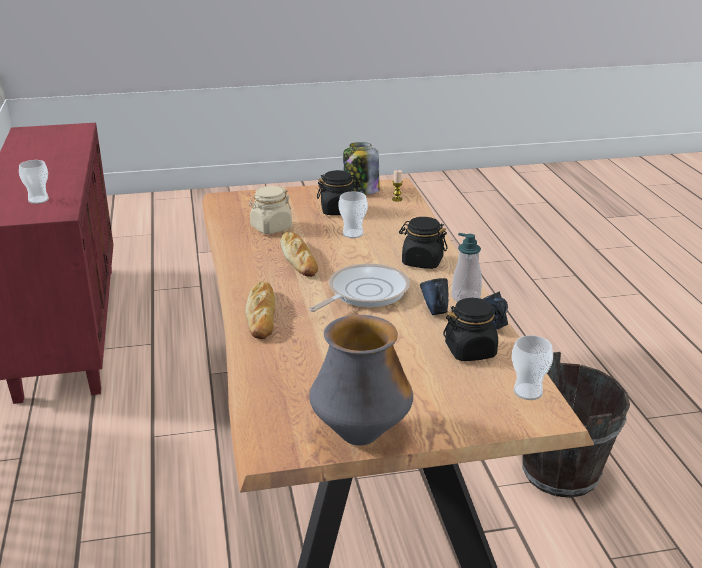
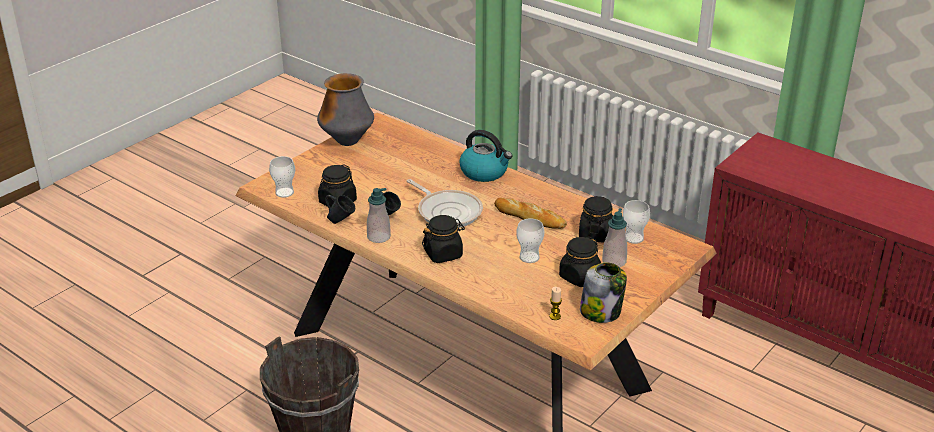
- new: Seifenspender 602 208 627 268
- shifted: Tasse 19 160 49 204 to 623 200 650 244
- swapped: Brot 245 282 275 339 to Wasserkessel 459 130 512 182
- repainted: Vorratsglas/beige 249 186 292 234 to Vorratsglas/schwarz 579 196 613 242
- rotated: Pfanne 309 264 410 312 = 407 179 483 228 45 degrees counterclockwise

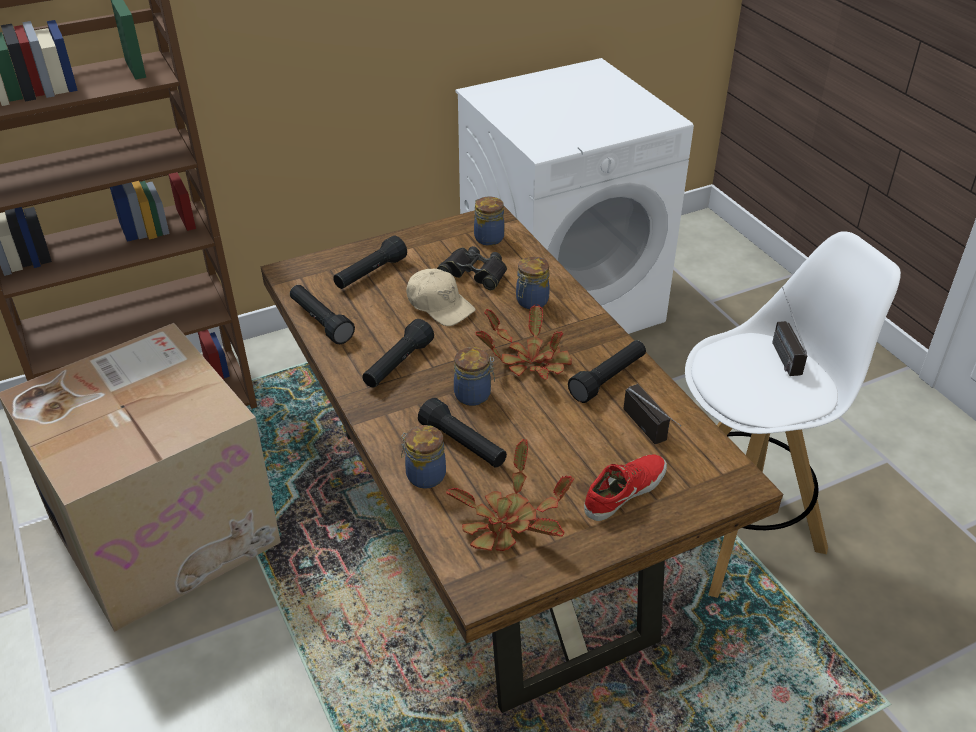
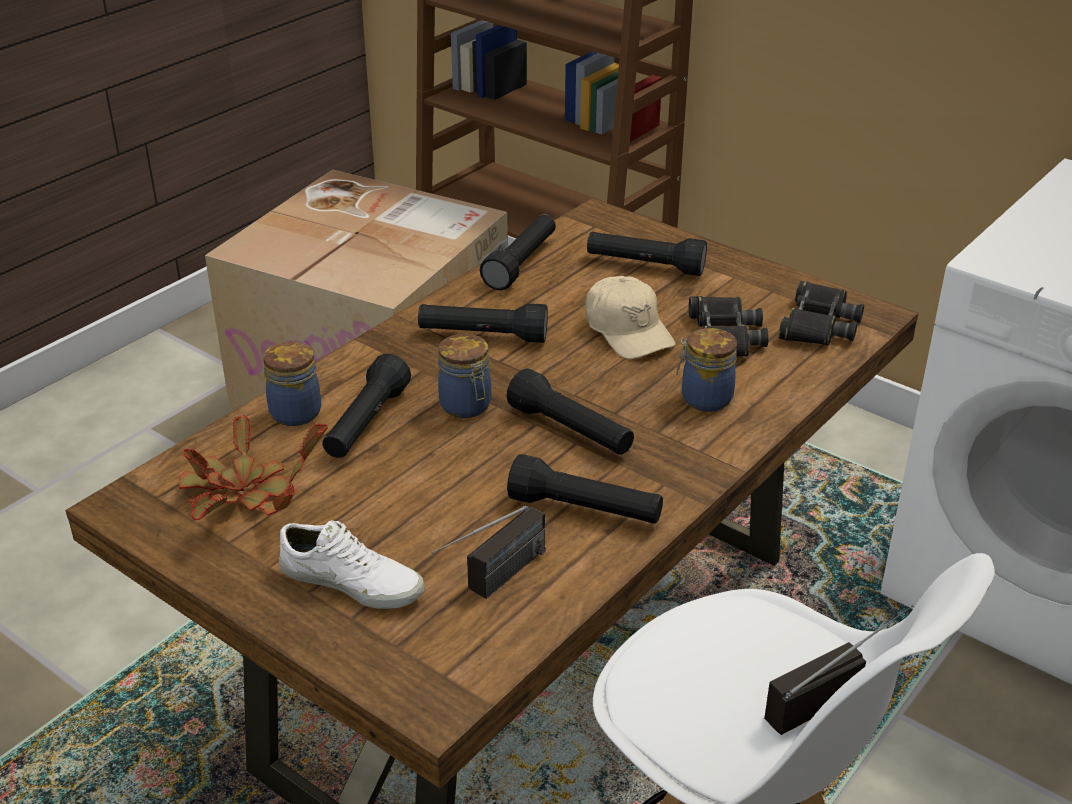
- swapped: Vorratsglas 474 197 504 246 to Fernglas/schwarz 778 281 864 345
- swapped: Topfpflanze 475 304 572 380 to Taschenlampe/schwarz 507 368 634 455
- repainted: Schuh/rot 584 454 667 521 to Schuh/weiß 279 520 425 609
- rotated: Kappe/beige 406 268 476 326 = 586 276 676 359 45 degrees counterclockwise

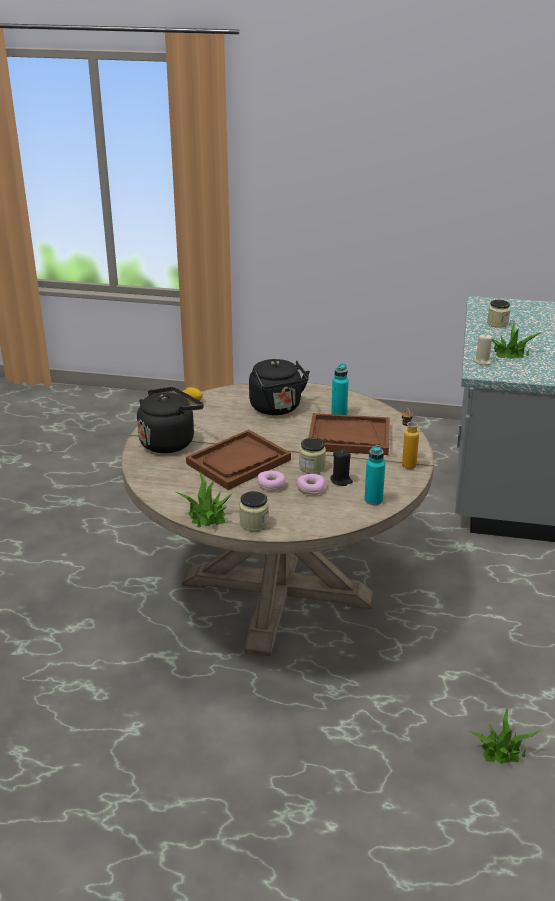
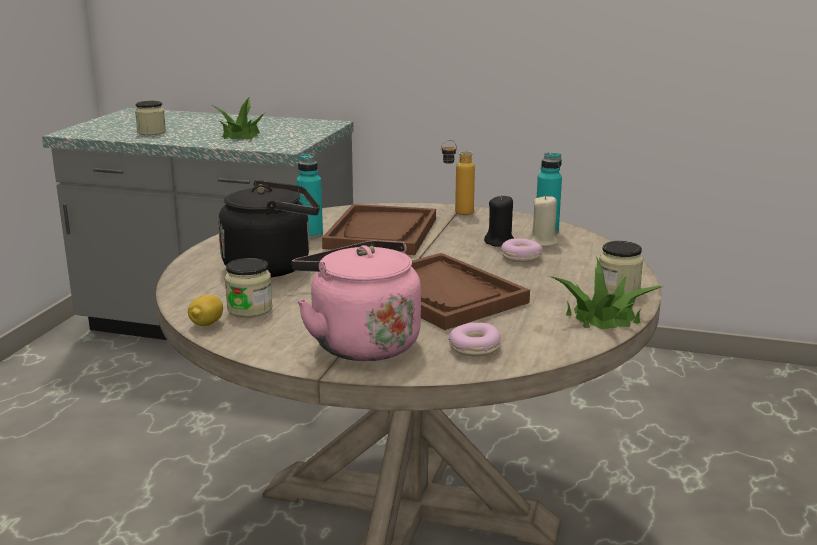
- gone: Topfpflanze 467 707 541 764
- shifted: Donut 257 470 286 491 to 448 323 501 356
- shifted: Vorratsglas 299 437 326 474 to 225 258 272 317
- shifted: Kerze/beige 474 334 492 365 to 529 195 559 246
- repainted: Wasserkessel/schwarz 137 387 204 453 to Wasserkessel/rosa 292 240 421 361

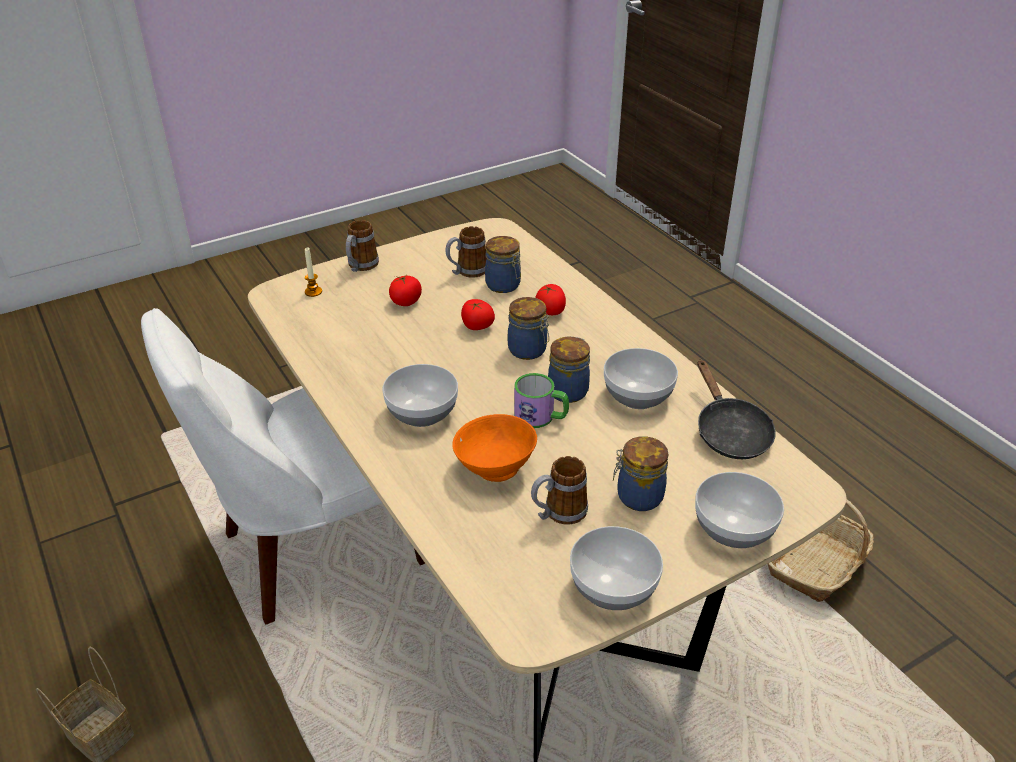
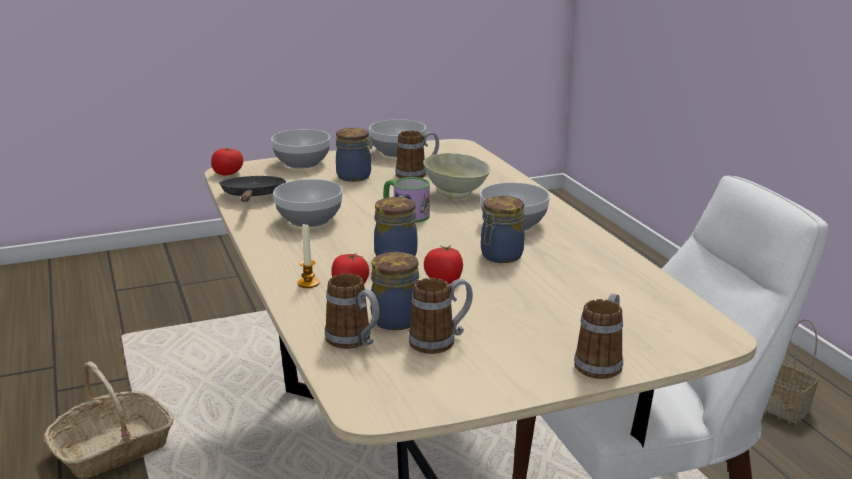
- new: Henkelbecher 325 274 379 349
- shifted: Kerze 305 247 322 297 to 298 223 320 288
- shifted: Tomate 389 275 422 306 to 211 148 243 175
- shifted: Vorratsglas 548 337 590 403 to 481 196 524 263
- repainted: Schüssel/orange 452 414 537 482 to Schüssel/beige 423 153 491 199

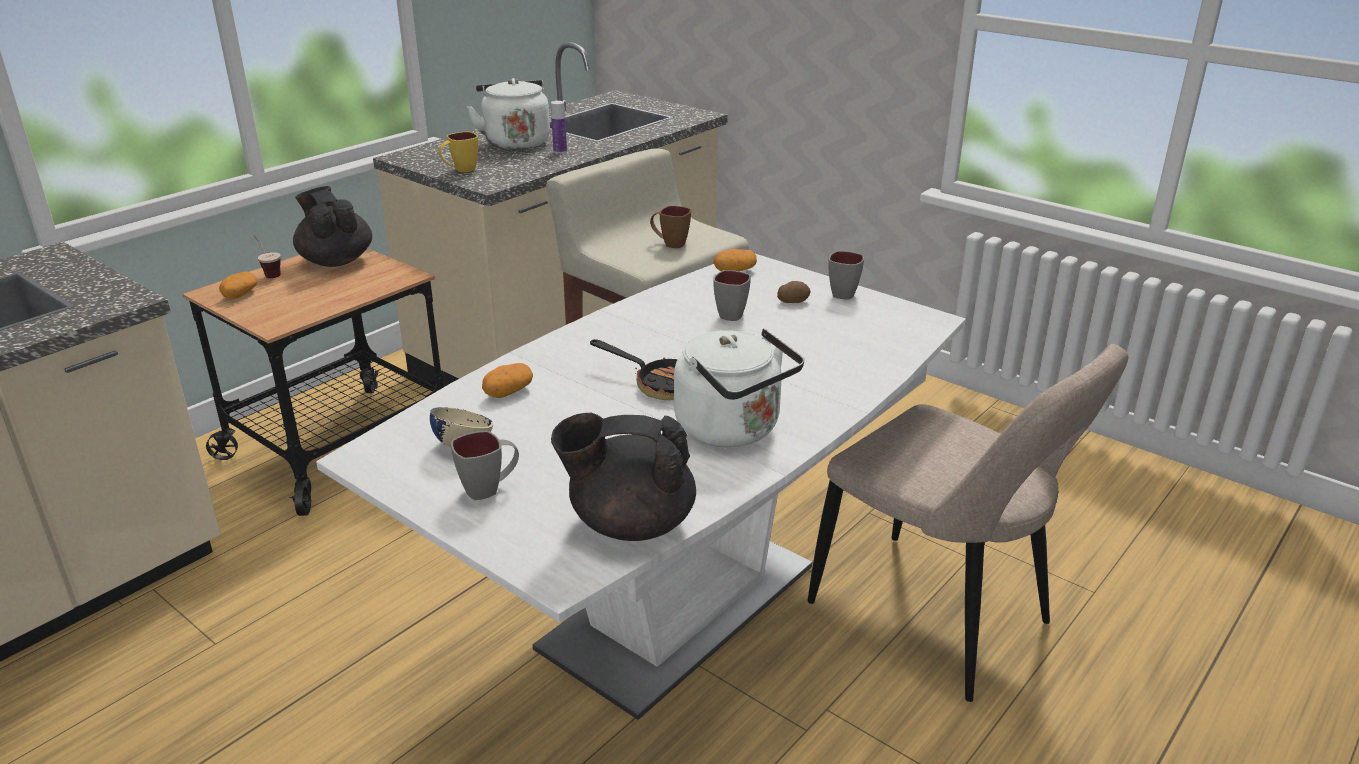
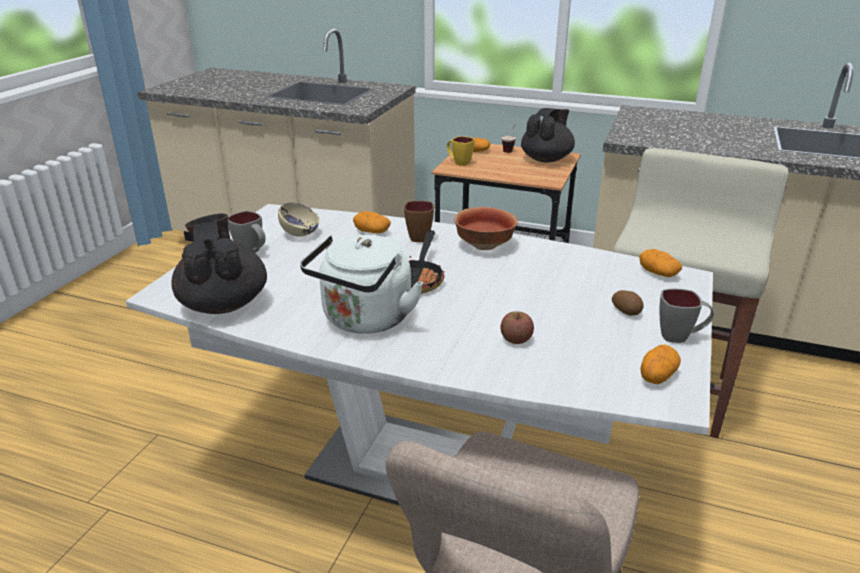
- gone: Wasserkessel/weiß 467 78 550 150
- gone: Flasche 551 101 567 154
- gone: Henkelbecher/grau 713 270 751 321
- new: Schüssel 454 207 518 250
- new: Apfel 500 311 534 344
- new: Kartoffel 640 345 681 384
- shifted: Henkelbecher/gelb 439 132 478 173 to 447 136 475 166
- shifted: Henkelbecher/braun 650 206 691 248 to 404 201 434 242

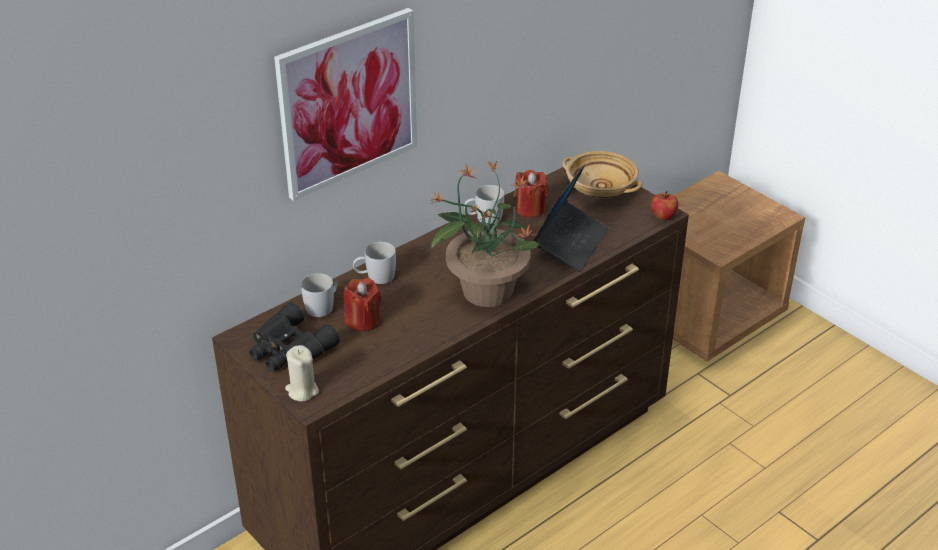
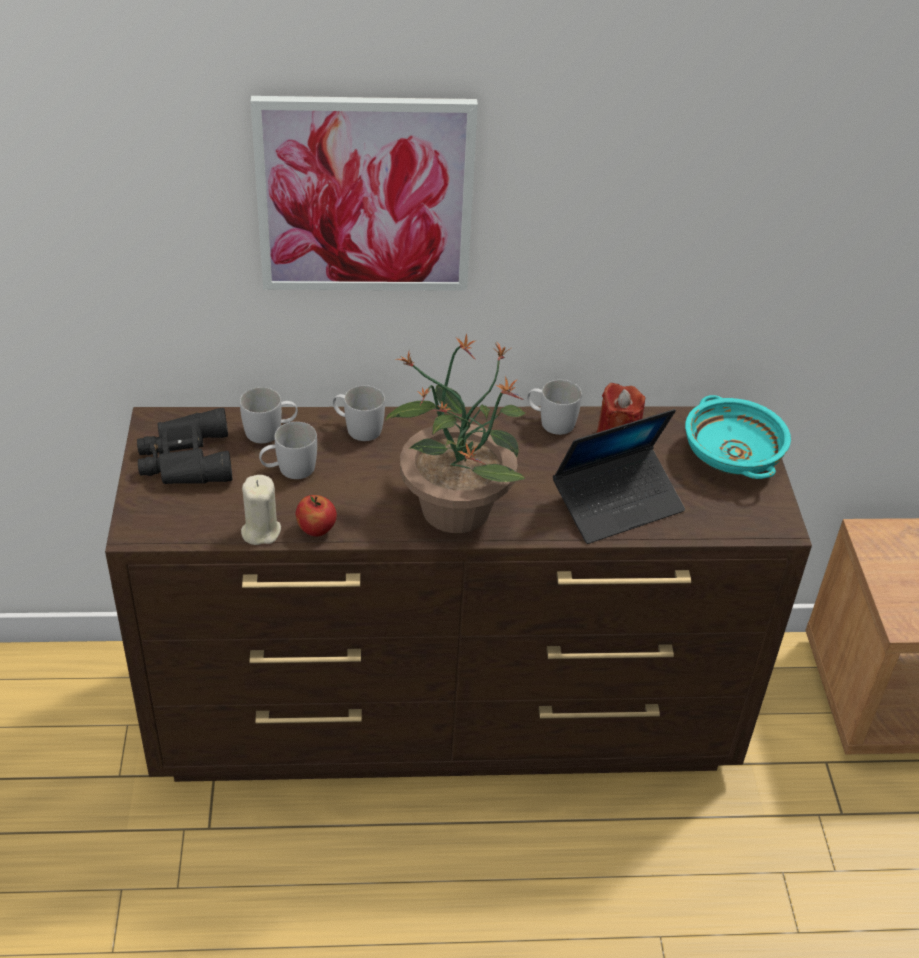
- shifted: Kerze/beige 285 345 319 401 to 241 475 281 545
- shifted: Apfel 651 191 678 220 to 296 495 337 537
- swapped: Kerze/rot 344 278 381 332 to Henkelbecher/weiß 259 422 317 479
- repainted: Schüssel/beige 562 151 642 199 to Schüssel/türkis 685 395 791 479

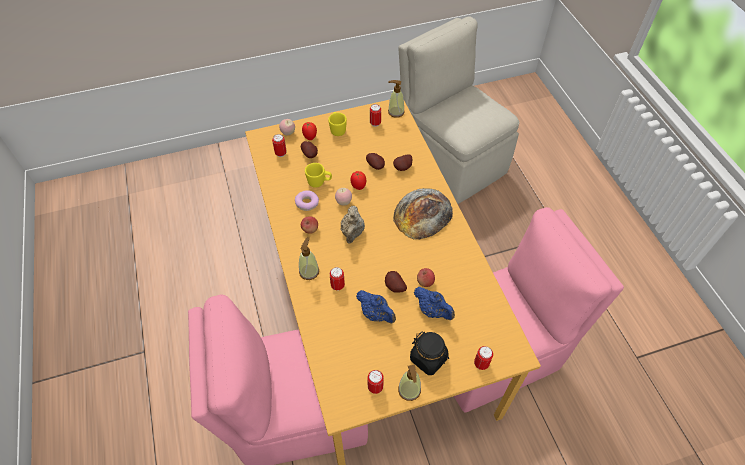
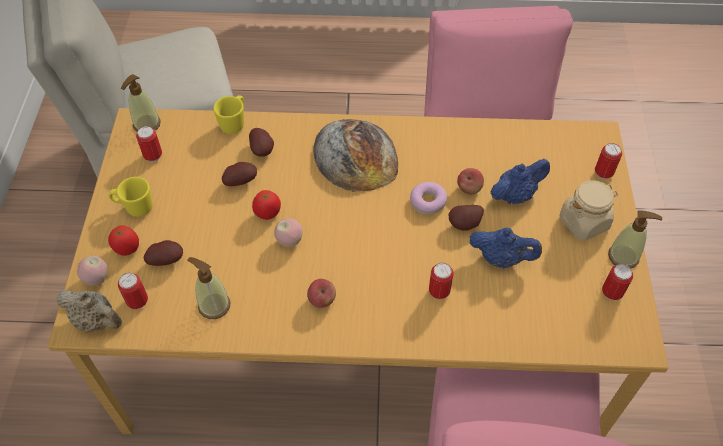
- shifted: Donut 295 190 319 211 to 410 182 447 215
- shifted: Seifenspender 299 237 319 280 to 187 257 231 319
- shifted: Henkelbecher/gelb 305 163 332 188 to 213 95 244 134
- shifted: Teekanne/beige 341 206 365 244 to 56 290 122 333
- repainted: Vorratsglas/schwarz 410 332 449 375 to Vorratsglas/beige 560 180 618 241
- rotated: Teekanne/blau 356 290 396 323 = 470 228 542 269 45 degrees clockwise

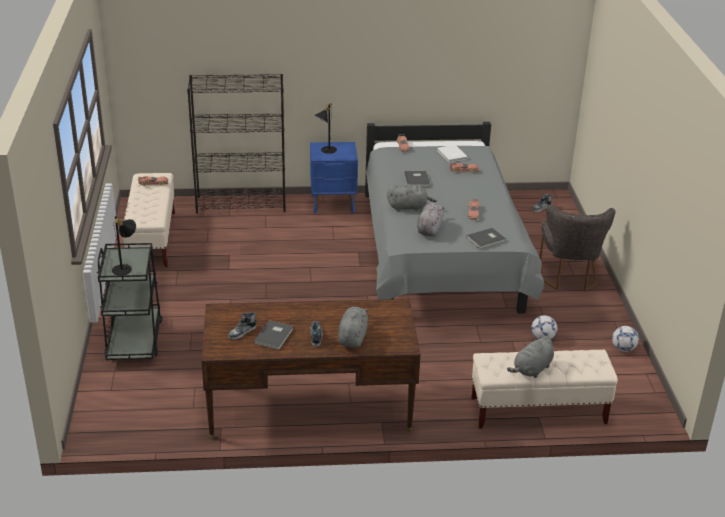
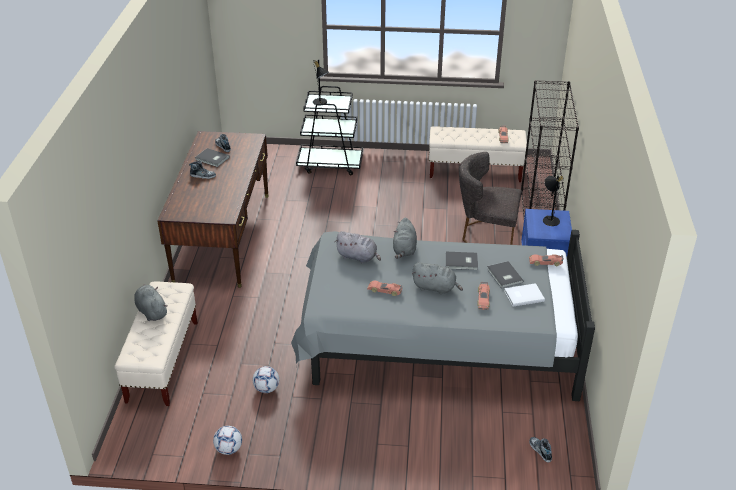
- shifted: Plüschtier/grau 338 307 368 348 to 412 263 463 295
- shifted: Buch/grau 466 228 506 249 to 487 261 524 288
- shifted: Stuhl/grau 539 205 616 291 to 459 152 521 245

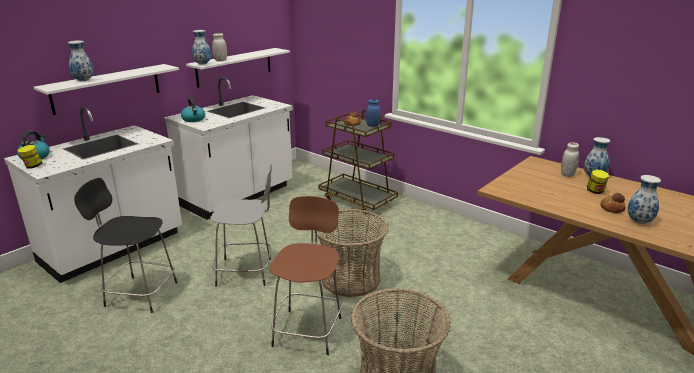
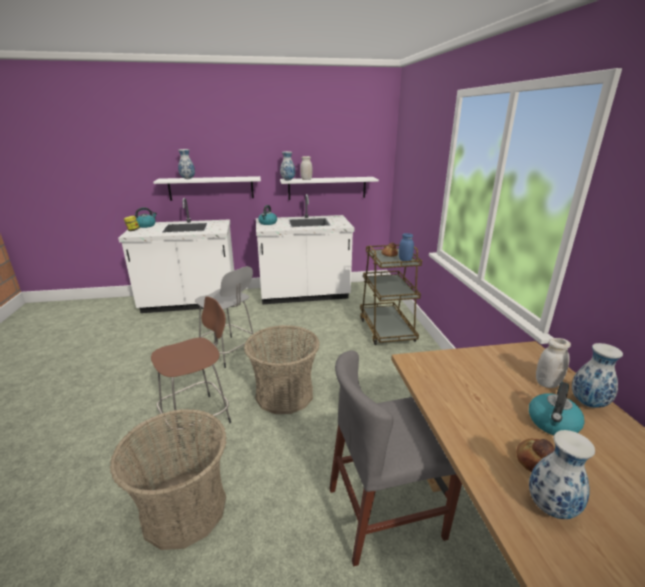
- gone: Hocker/schwarz 74 178 177 313
- new: Stuhl/grau 329 350 462 566
- swapped: Vorratsglas 587 170 609 194 to Wasserkessel 529 382 585 435

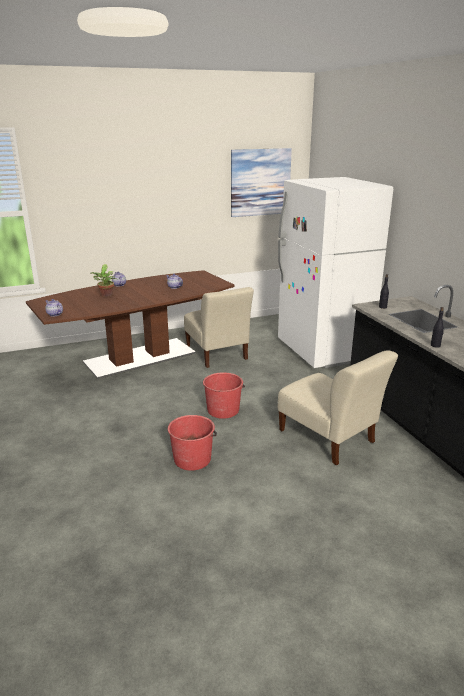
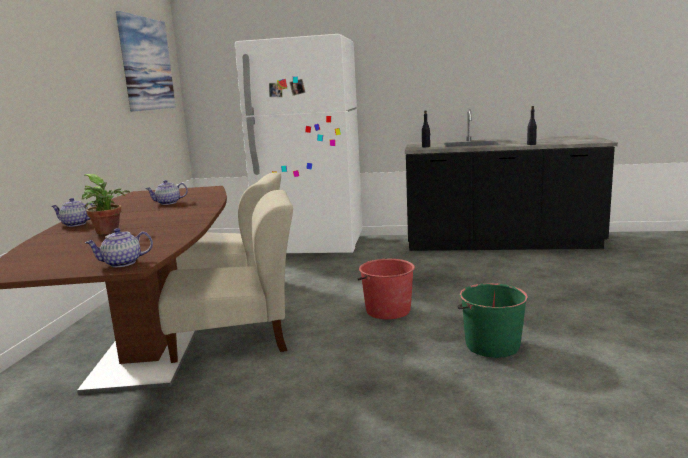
- shifted: Stuhl/beige 278 350 398 465 to 158 190 293 363
- repainted: Eimer/rot 168 415 217 471 to Eimer/grün 457 283 528 358

